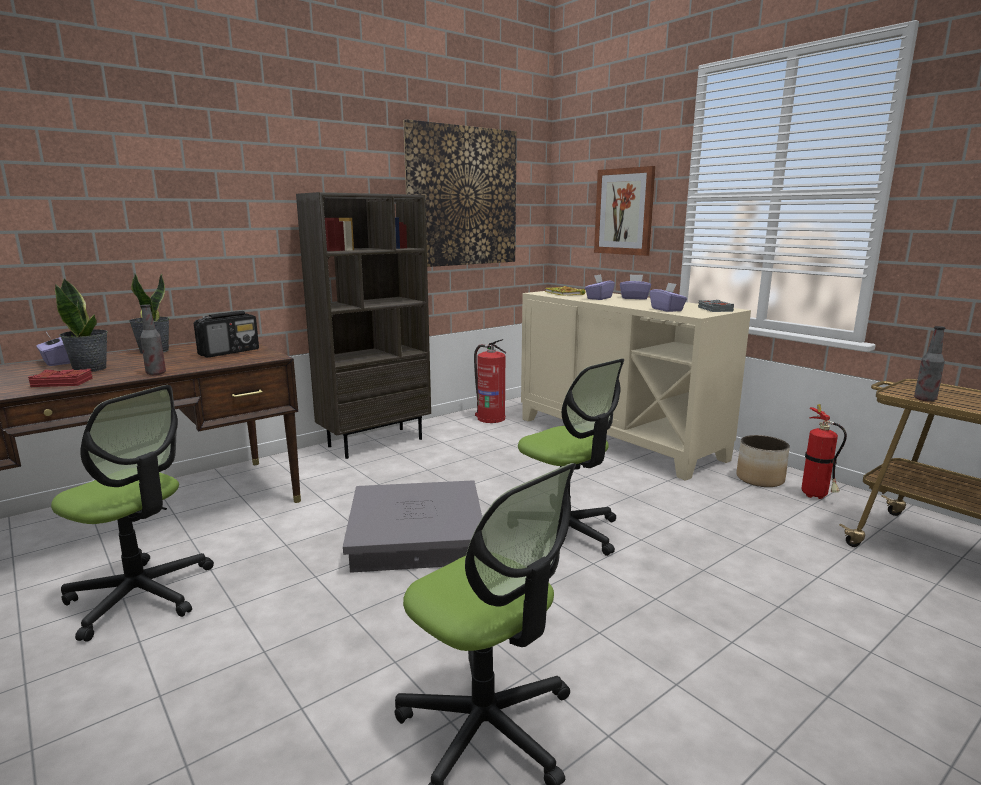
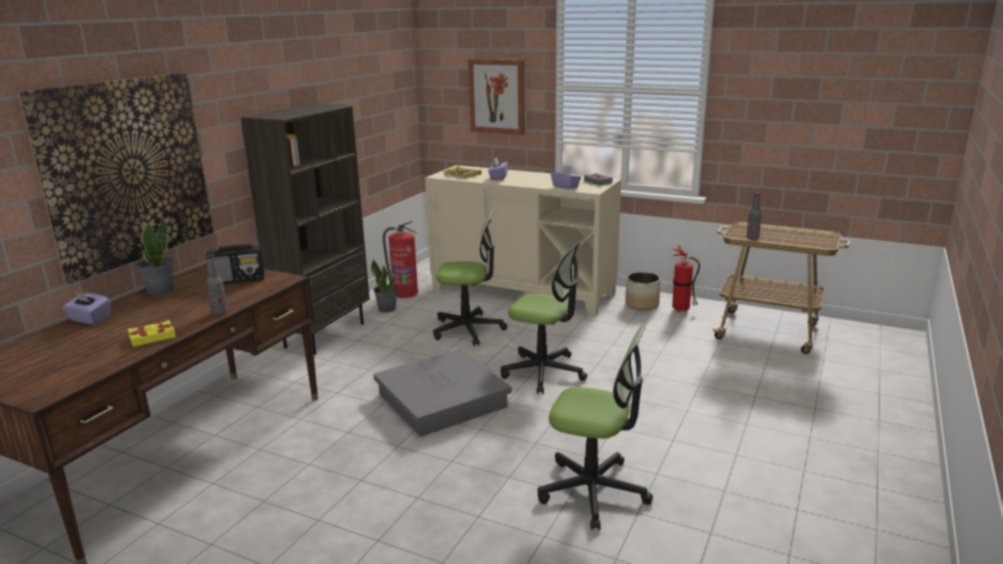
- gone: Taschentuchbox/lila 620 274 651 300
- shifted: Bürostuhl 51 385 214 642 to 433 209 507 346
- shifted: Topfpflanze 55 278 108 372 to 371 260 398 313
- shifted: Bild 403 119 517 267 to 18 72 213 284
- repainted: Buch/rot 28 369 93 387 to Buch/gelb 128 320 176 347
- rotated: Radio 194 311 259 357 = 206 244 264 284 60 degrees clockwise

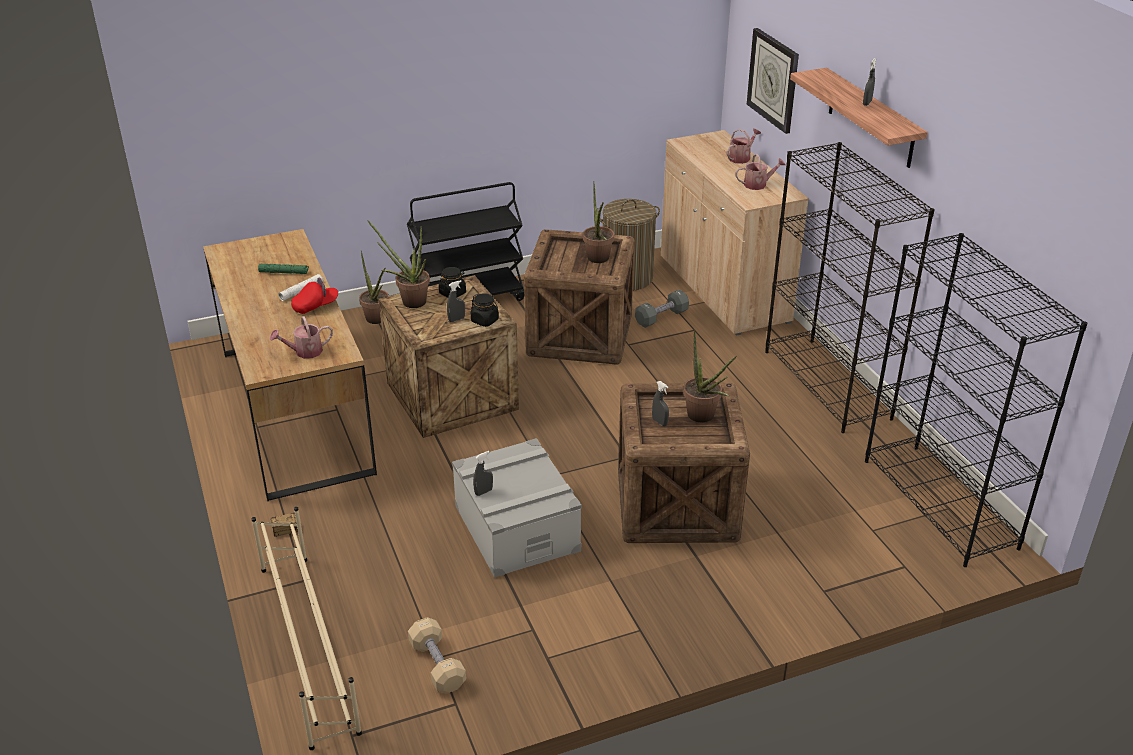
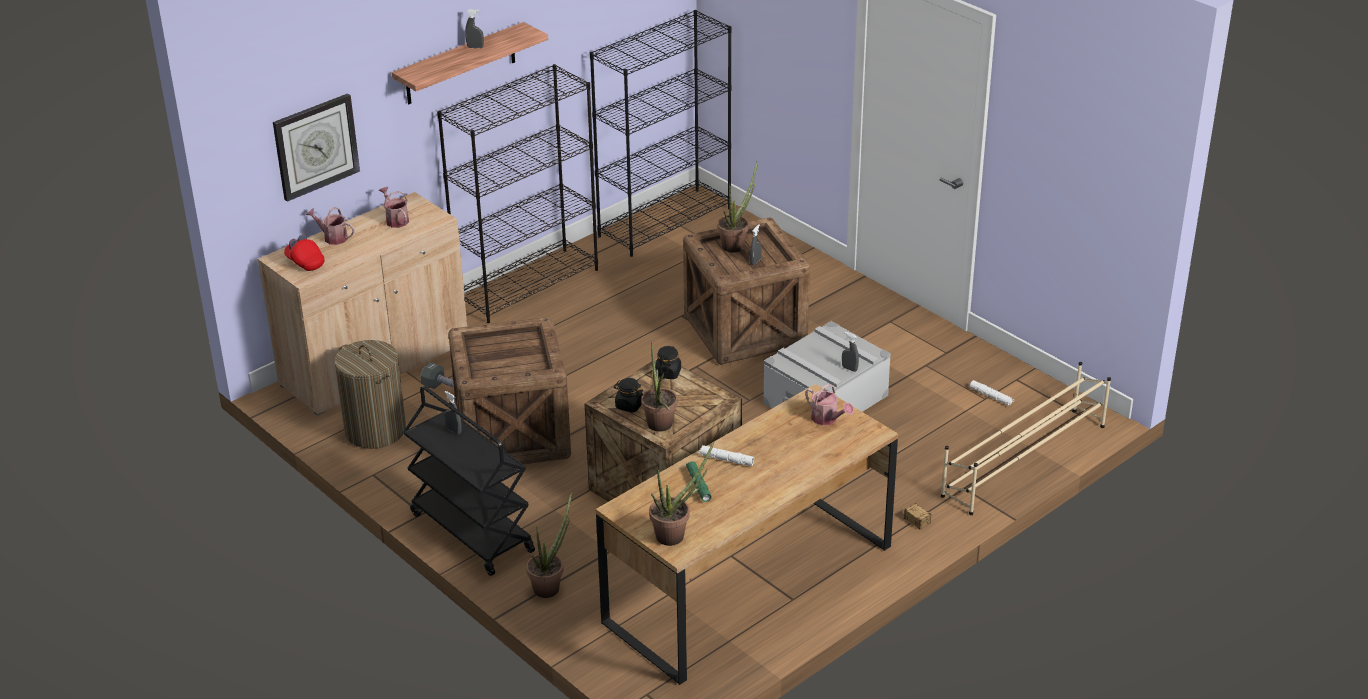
- shifted: Kappe/rot 291 278 338 314 to 284 234 324 271
- shifted: Sprühflasche/grau 447 280 465 322 to 444 391 462 434
- shifted: Topfpflanze 583 181 614 263 to 649 442 714 546
- swapped: Hantel/beige 408 617 466 693 to Taschenlampe/weiß 970 380 1014 406

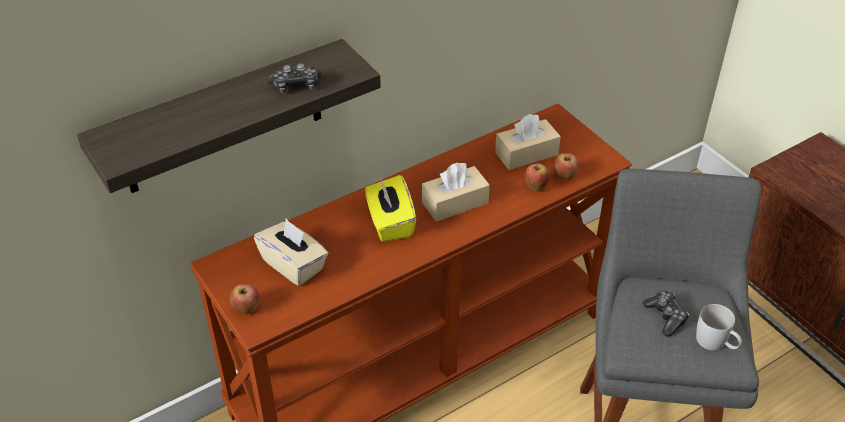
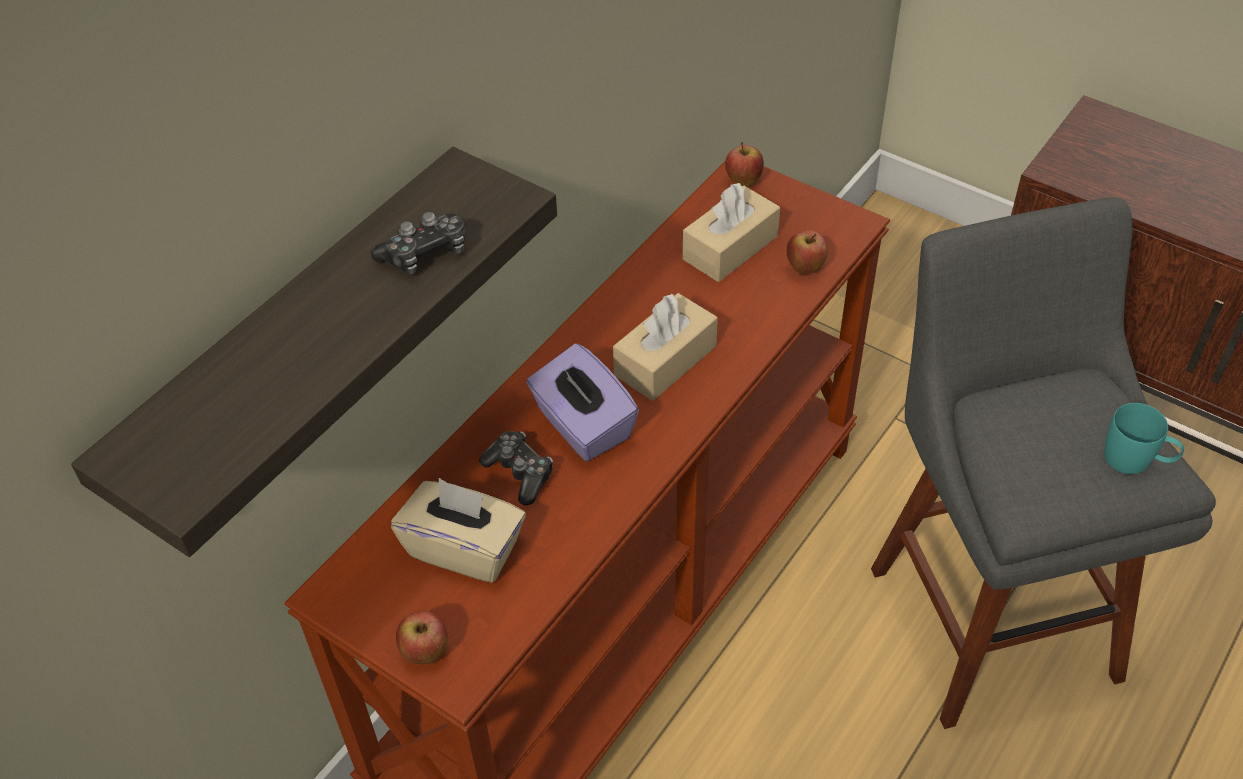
- shifted: Apfel 524 161 550 192 to 725 142 764 187
- shifted: Gamepad 643 290 689 336 to 479 431 553 505
- repainted: Taschentuchbox/gelb 365 175 416 242 to Taschentuchbox/lila 526 344 639 461
- repainted: Henkelbecher/weiß 696 304 742 350 to Henkelbecher/türkis 1104 403 1184 474

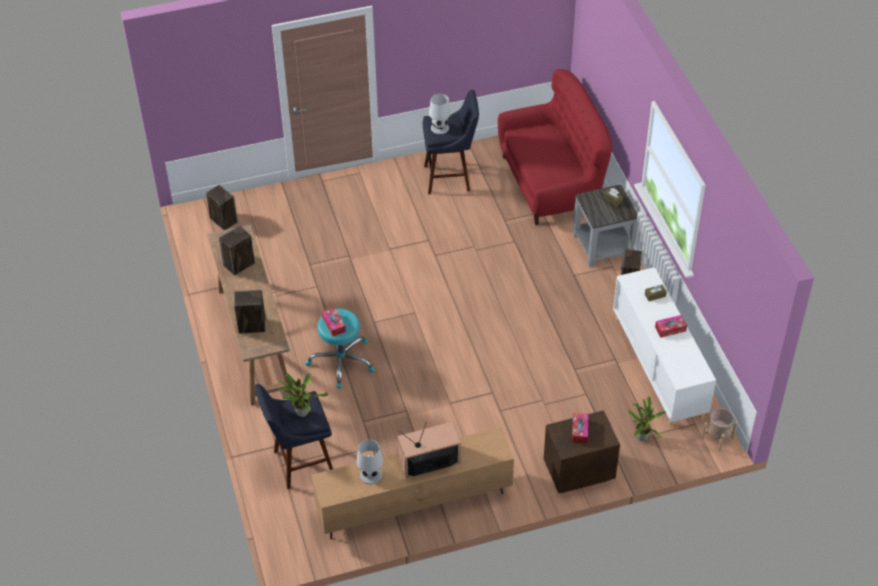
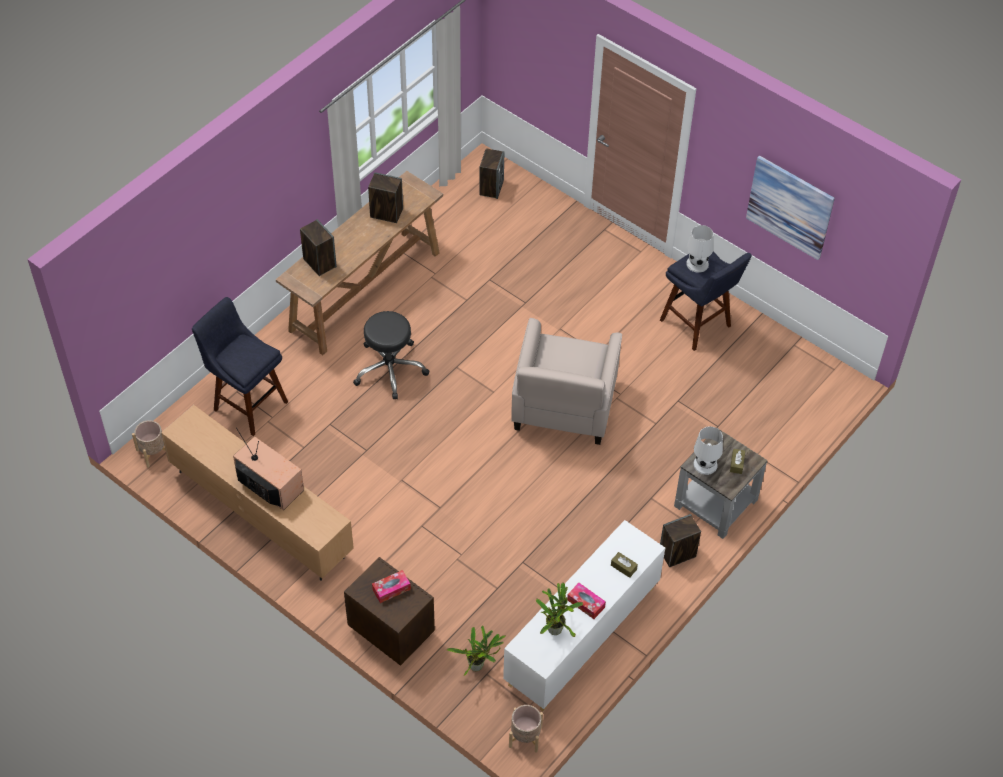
- gone: Taschentuchbox 322 307 346 337
- gone: Sofa/rot 498 69 612 225
- new: Pflanzkübel/beige 132 420 166 468
- new: Sessel/beige 511 318 622 445
- new: Bild 746 155 835 260
- shifted: Topfpflanze 278 373 328 417 to 536 583 584 637
- shifted: Tischlampe/weiß 357 439 383 484 to 693 426 723 475
- repainted: Hocker/türkis 306 309 375 389 to Hocker/schwarz 353 311 430 399

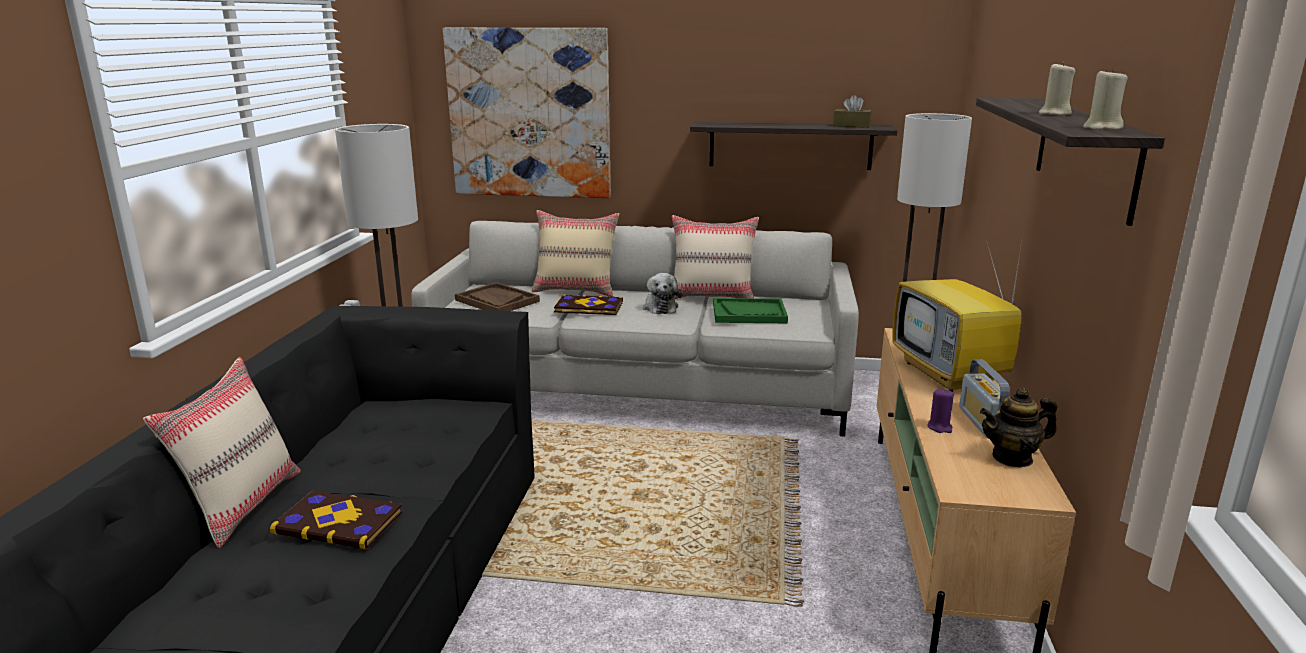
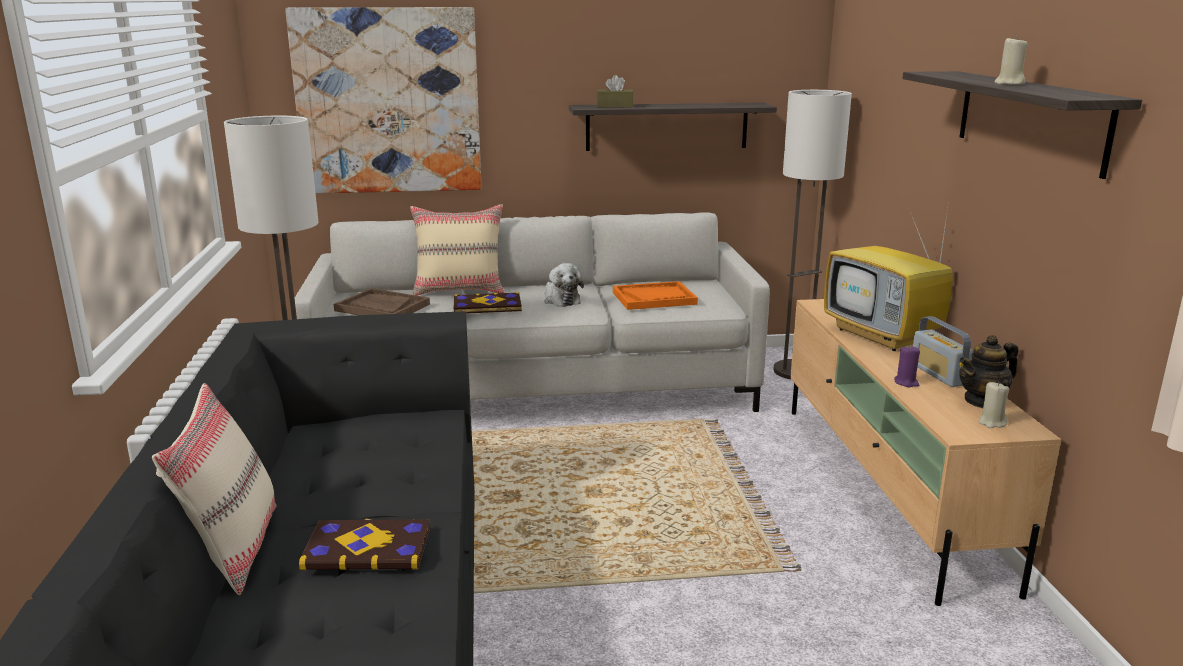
- gone: Kissen/beige 672 215 759 299
- shifted: Taschentuchbox/braun 833 95 872 128 to 597 75 634 108
- shifted: Kerze/beige 1083 68 1128 130 to 978 382 1009 428
- repainted: Tablett/grün 713 298 788 323 to Tablett/orange 613 281 698 310

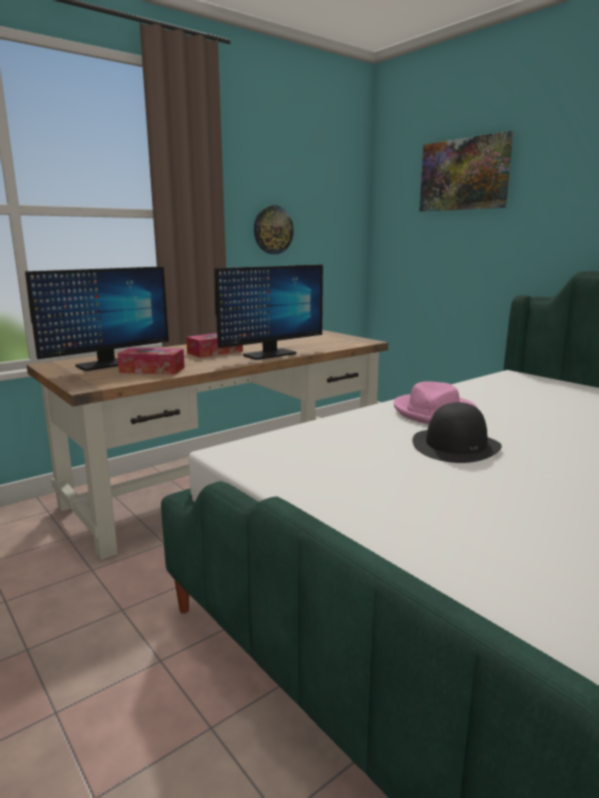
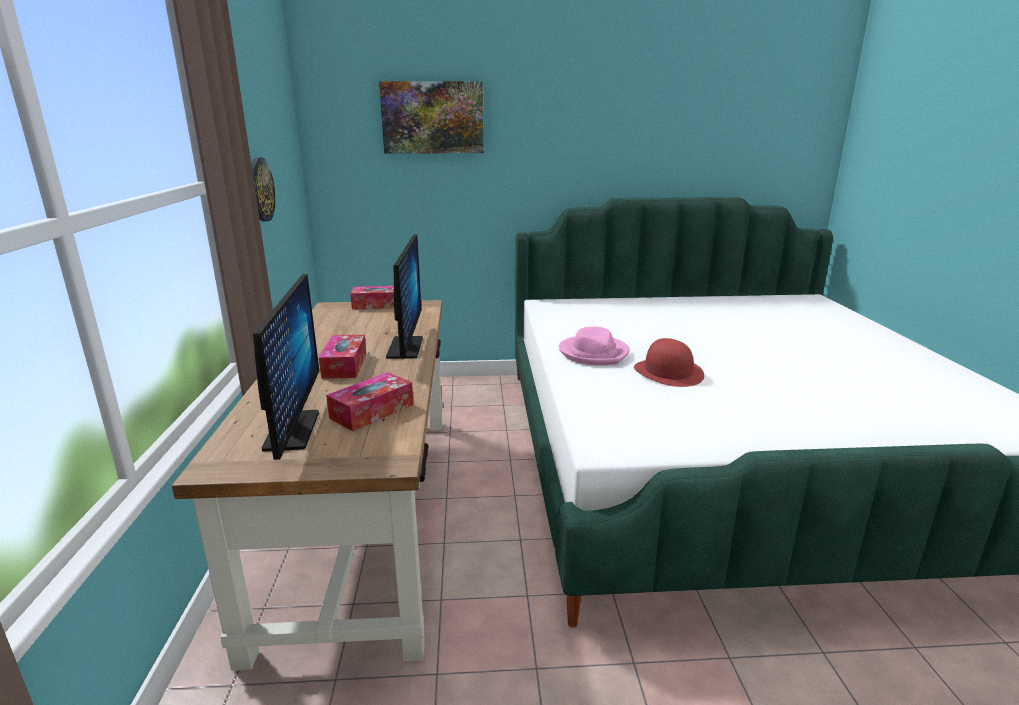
- new: Taschentuchbox 350 286 394 310
- repainted: Hut/schwarz 412 402 502 463 to Hut/rot 634 338 704 387

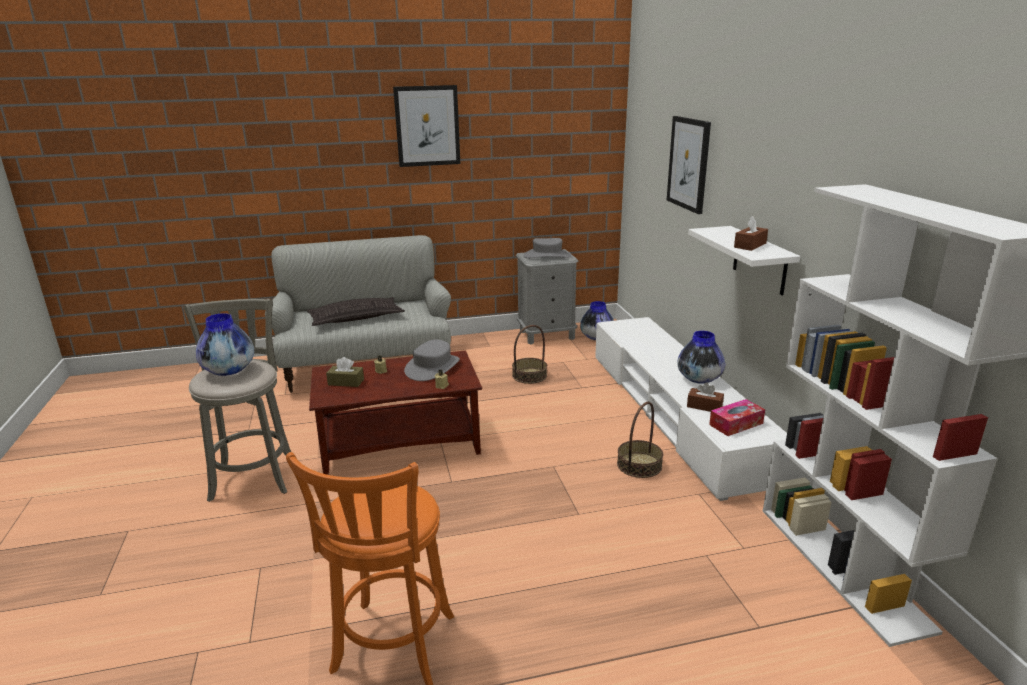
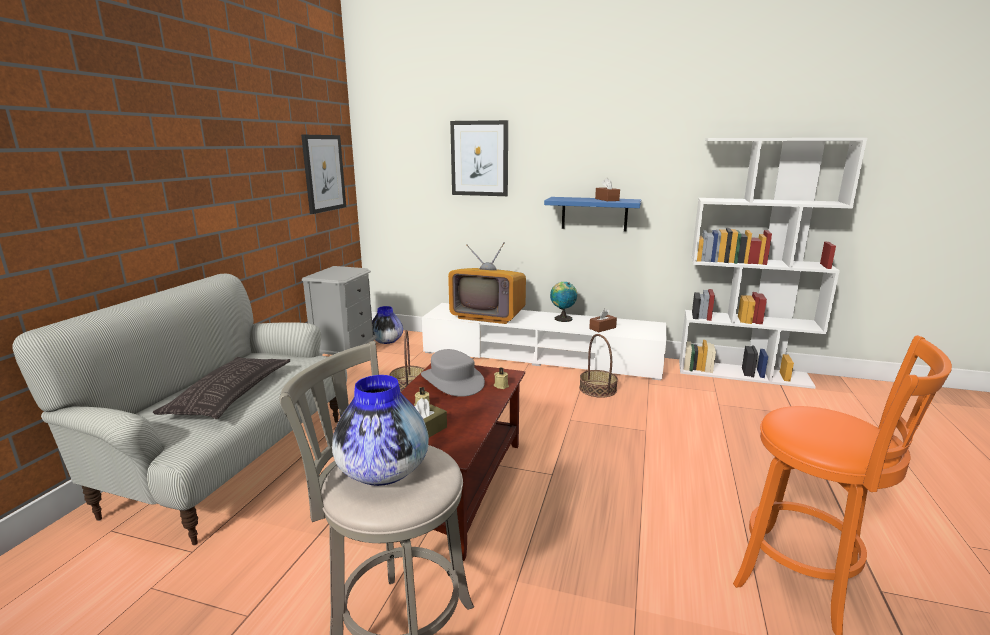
- gone: Hut/grau 524 238 571 258
- gone: Taschentuchbox 709 399 765 436
- new: Fernseher 448 242 526 324
- shifted: Bild 393 85 460 167 to 301 135 346 214
- swapped: Vase 677 331 725 384 to Globus 550 282 577 322
- repainted: Wandregal/weiß 688 226 800 295 to Wandregal/blau 544 197 641 232

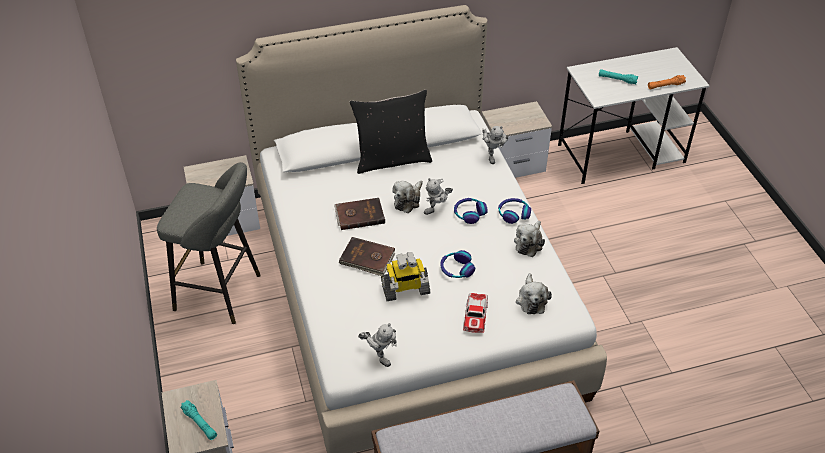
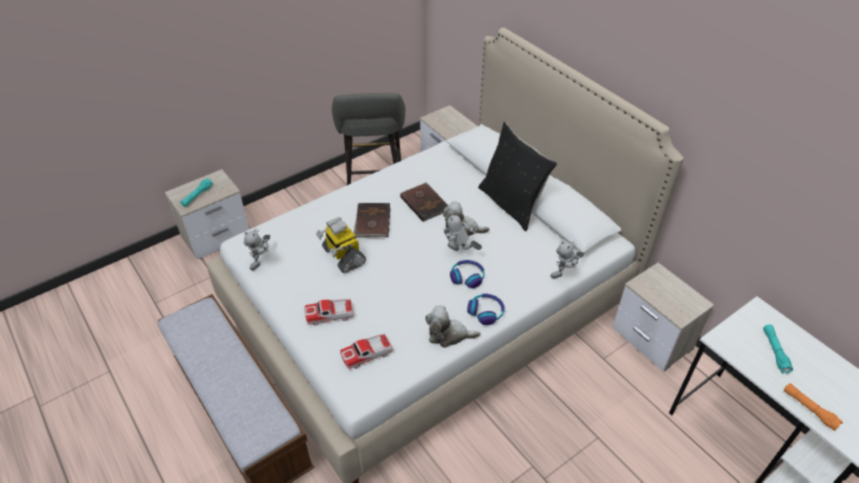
- gone: Kopfhörer 440 250 475 278
- swapped: Plüschtier 516 273 552 314 to Spielzeugauto 340 333 393 369

